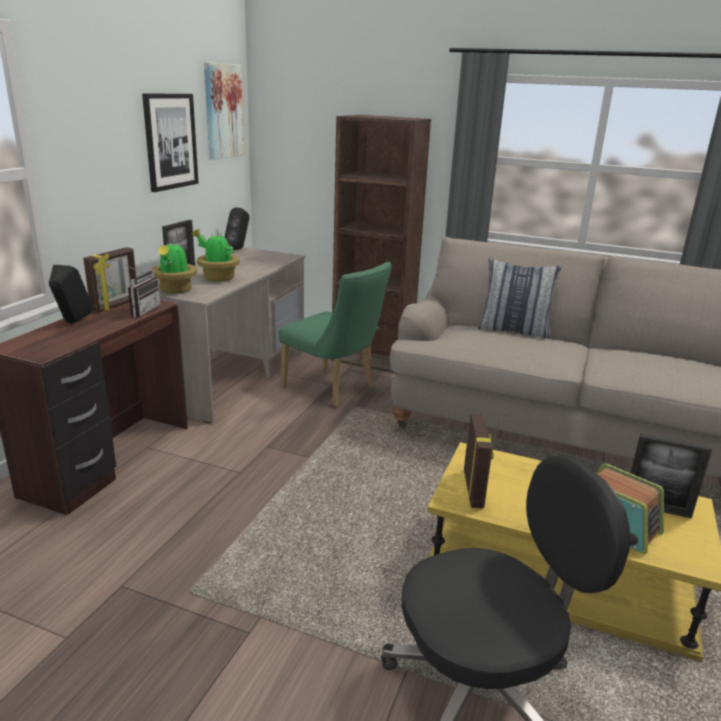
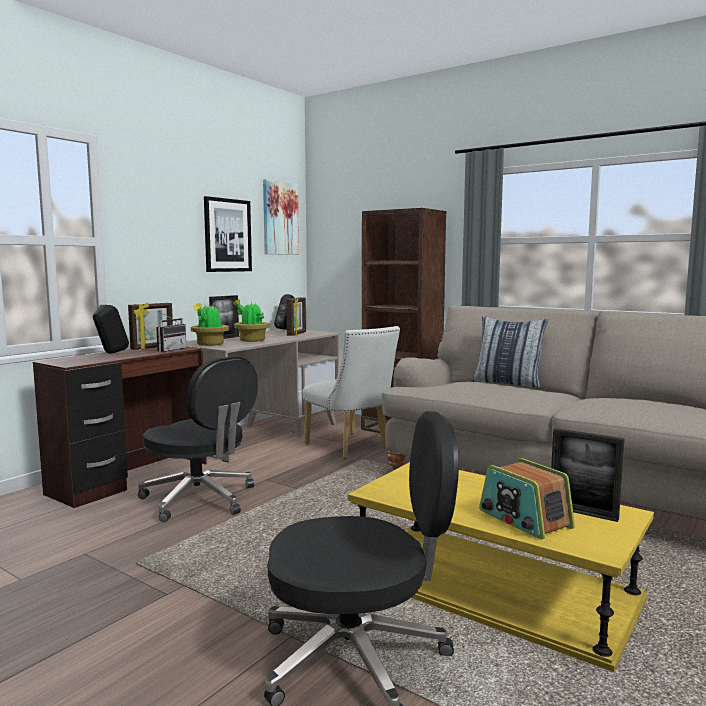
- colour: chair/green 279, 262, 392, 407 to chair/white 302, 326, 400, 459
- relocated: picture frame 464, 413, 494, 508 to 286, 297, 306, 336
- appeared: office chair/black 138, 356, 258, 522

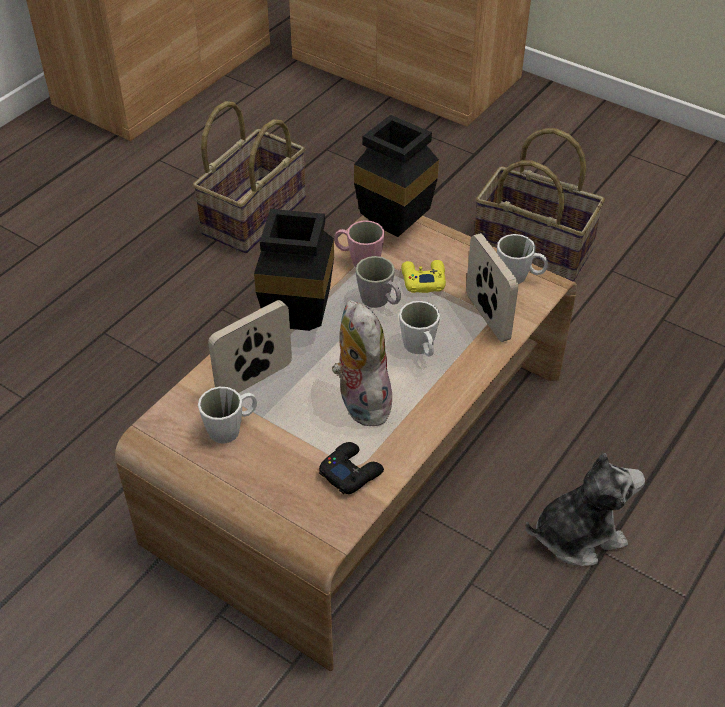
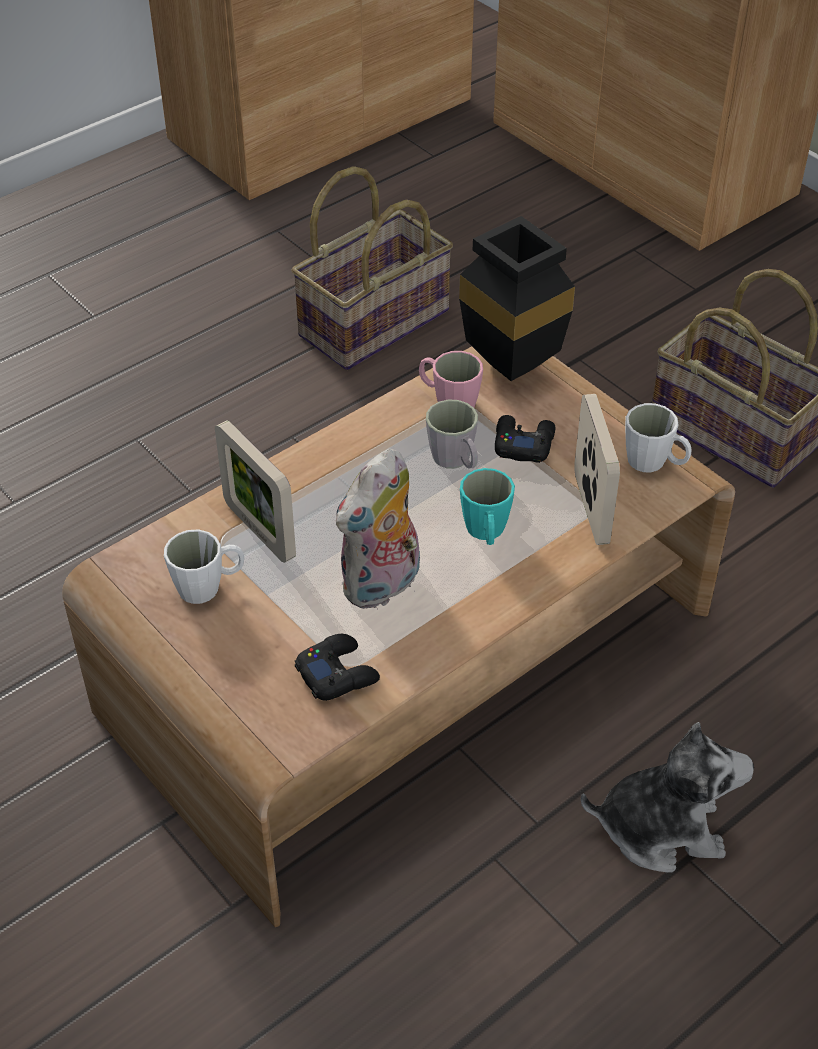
- spun: picture frame 208, 300, 292, 393 = 215, 420, 296, 563 105 degrees counterclockwise
- missing: vase/black 254, 209, 334, 331
- spun: plush toy 332, 300, 392, 426 = 336, 449, 420, 609 135 degrees counterclockwise
- colour: mug/white 399, 301, 440, 356 to mug/turquoise 460, 468, 515, 545
- colour: game controller/yellow 401, 260, 446, 293 to game controller/black 495, 415, 555, 463

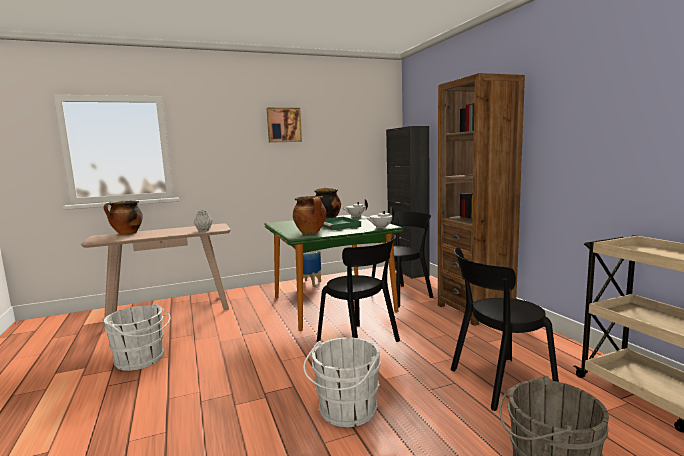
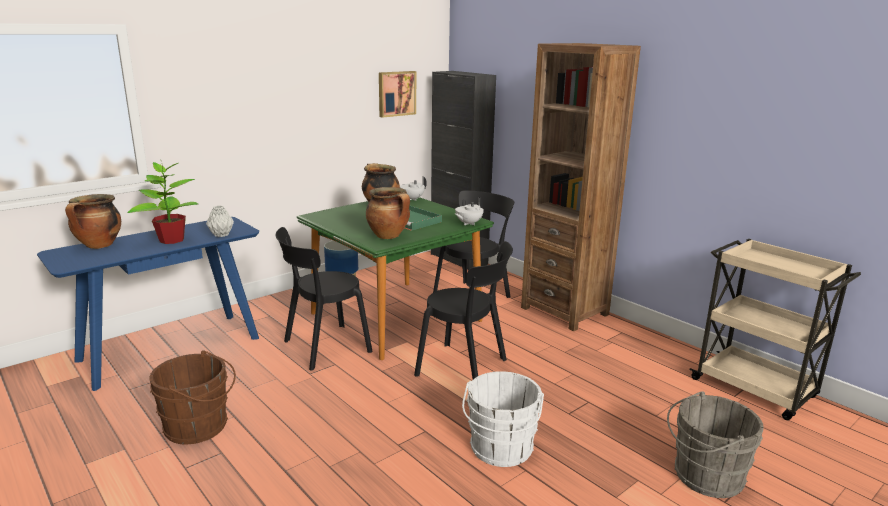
- colour: console table/beige 81, 224, 231, 330 to console table/blue 37, 217, 259, 391
- colour: bucket/white 104, 303, 170, 371 to bucket/brown 149, 351, 236, 444
- relocated: picture 267, 108, 302, 143 to 379, 71, 416, 118
- relocated: chair/black 451, 247, 559, 411 to 276, 227, 372, 371
- appeared: potted plant 127, 161, 198, 244

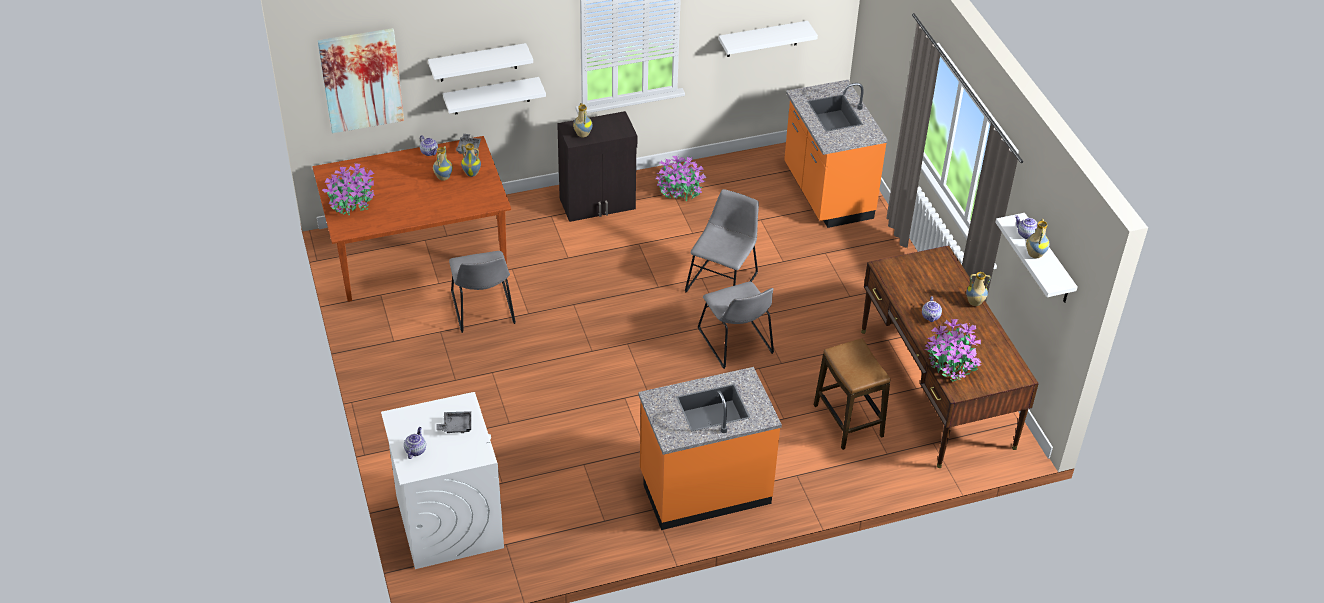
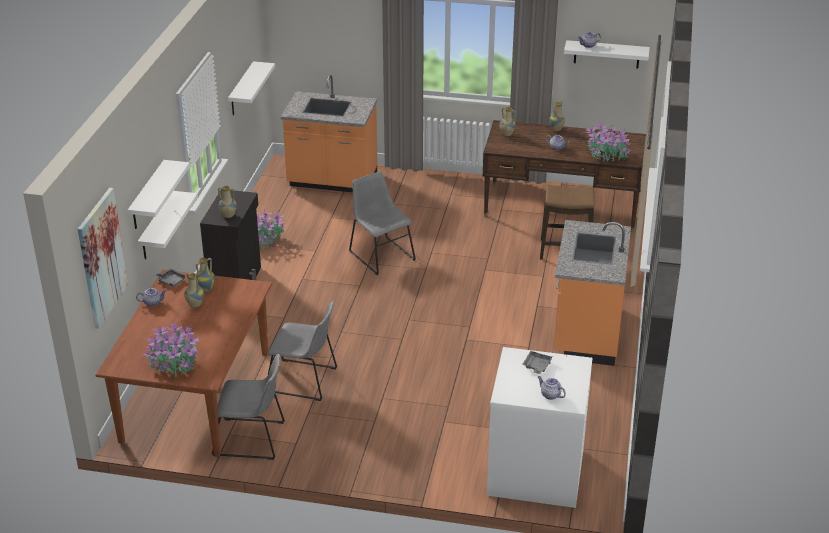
- relocated: chair/grey 698, 282, 774, 369 to 212, 354, 285, 460
- relocated: vase 1026, 219, 1049, 258 to 500, 107, 516, 136

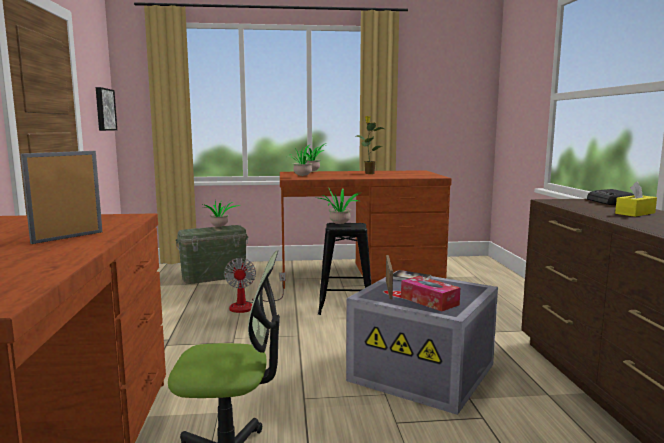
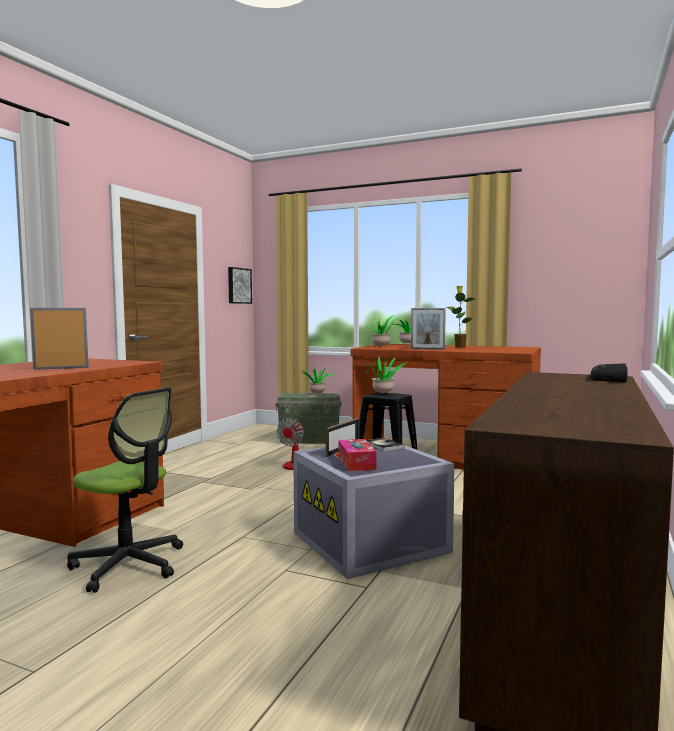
- missing: tissue box/yellow 615, 181, 657, 217
- appeared: picture frame 411, 308, 446, 350

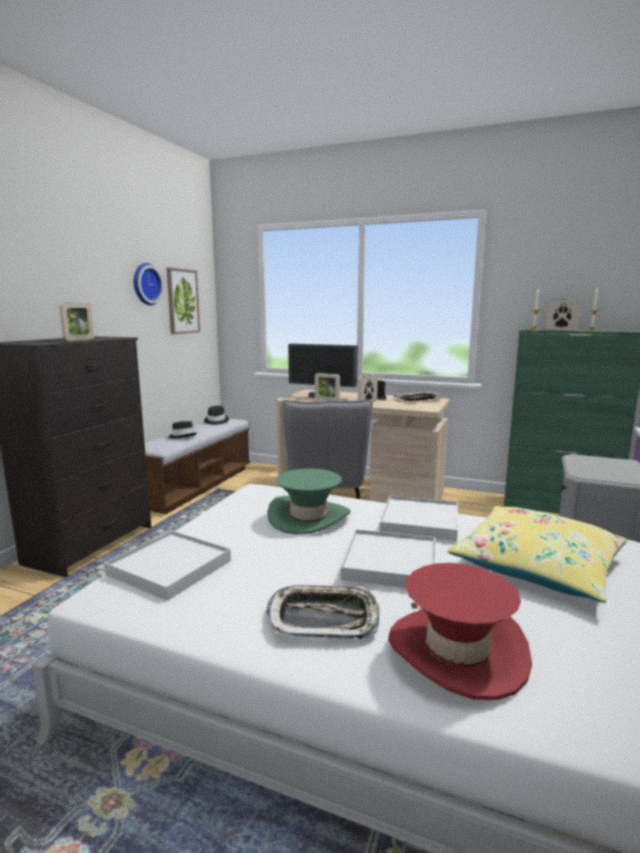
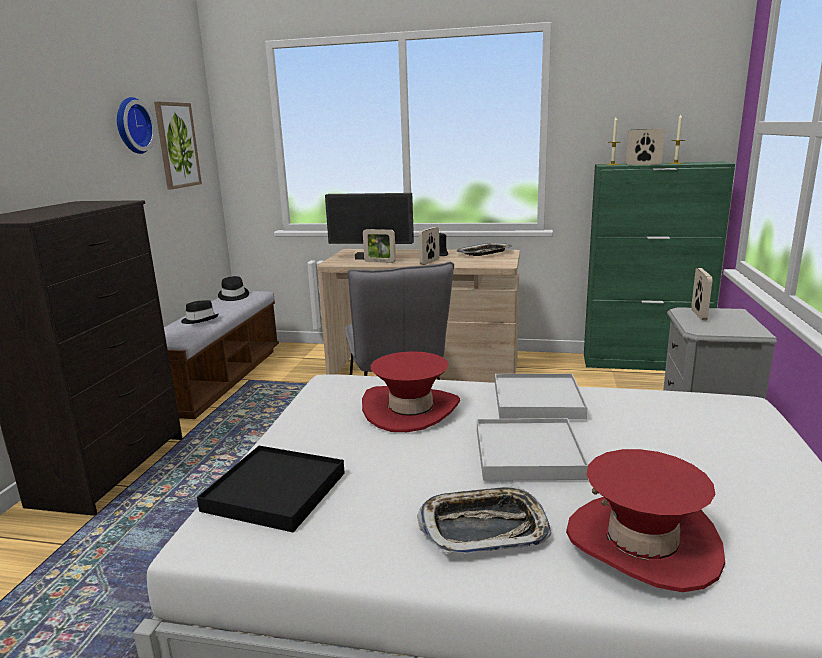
- relocated: picture frame 59, 303, 94, 341 to 691, 268, 712, 320
- colour: tray/white 104, 530, 231, 601 to tray/black 197, 446, 345, 532
- colour: hat/green 267, 468, 351, 534 to hat/red 362, 351, 460, 432
- missing: pillow/yellow 448, 506, 627, 603

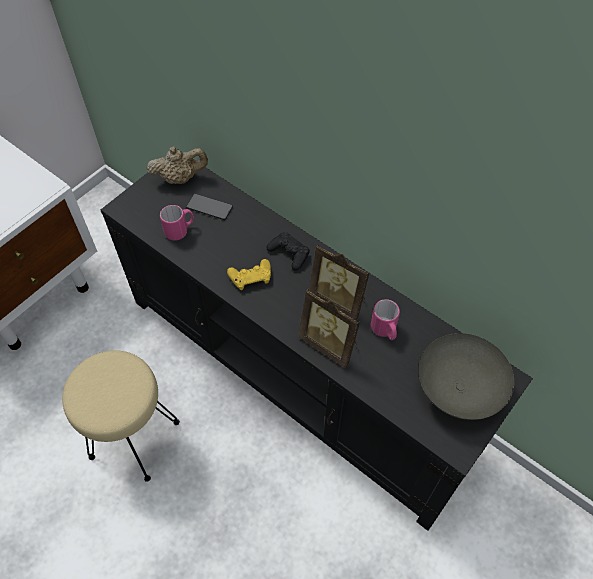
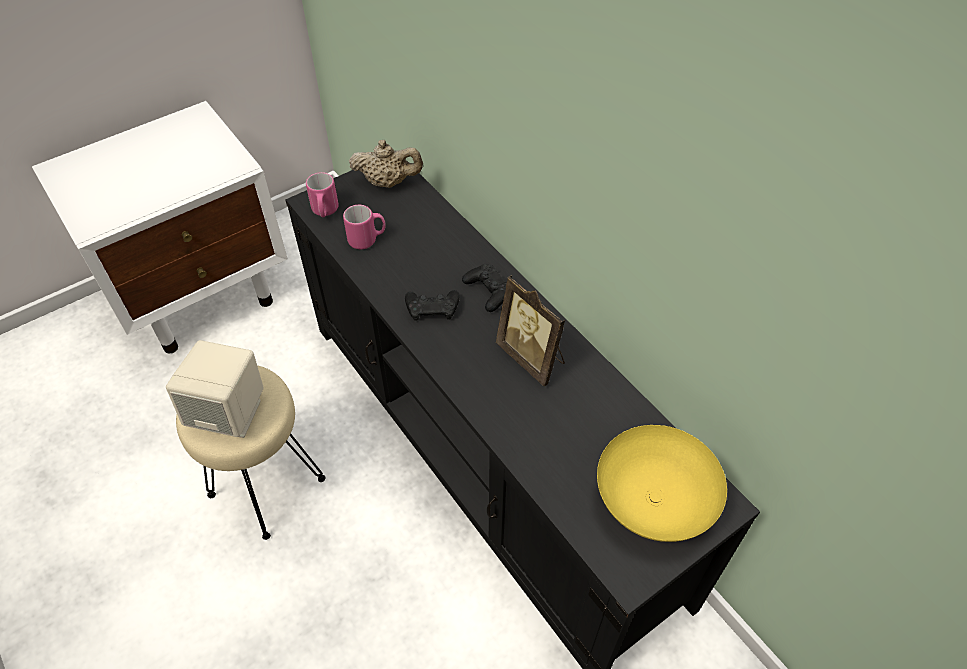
- missing: phone 186, 194, 233, 220
- colour: game controller/yellow 227, 259, 271, 290 to game controller/black 405, 290, 460, 321
- missing: picture frame 299, 289, 360, 368
- relocated: mug/pink 371, 299, 400, 340 to 306, 172, 339, 217
- colour: bowl/grey 418, 333, 514, 420 to bowl/yellow 597, 425, 727, 542
- appeared: speaker/beige 166, 340, 264, 438

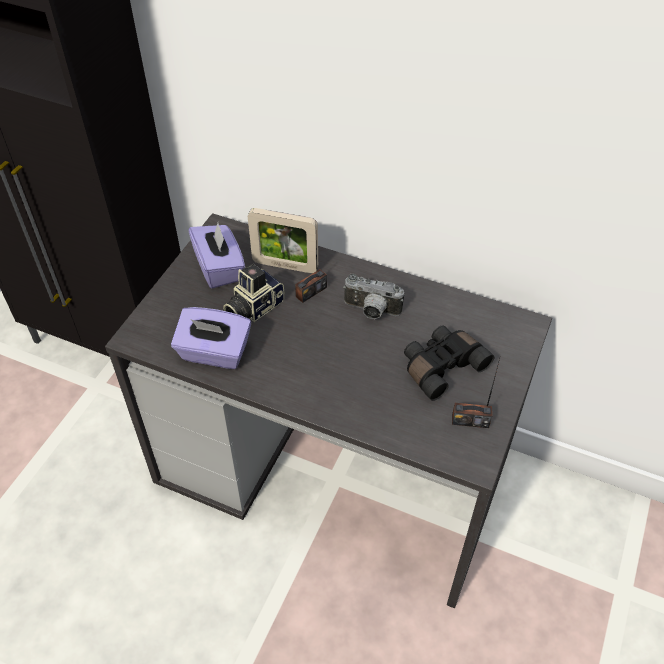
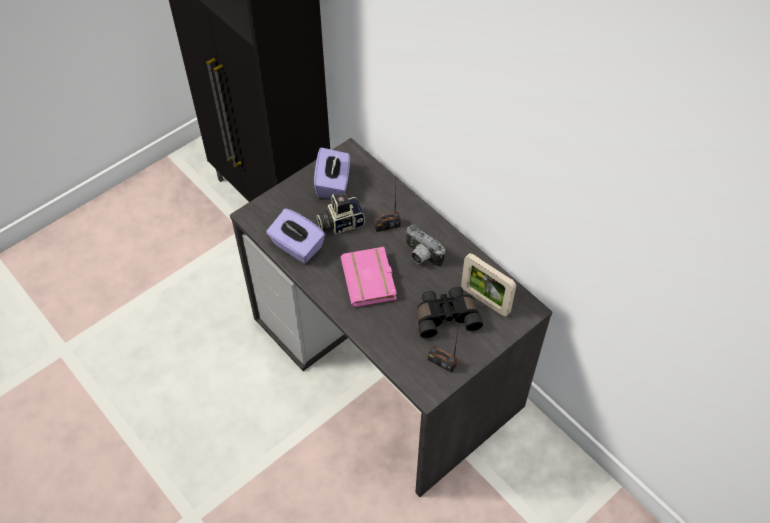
- relocated: picture frame 248, 208, 318, 273 to 461, 253, 516, 317
- appeared: book/pink 341, 247, 397, 308

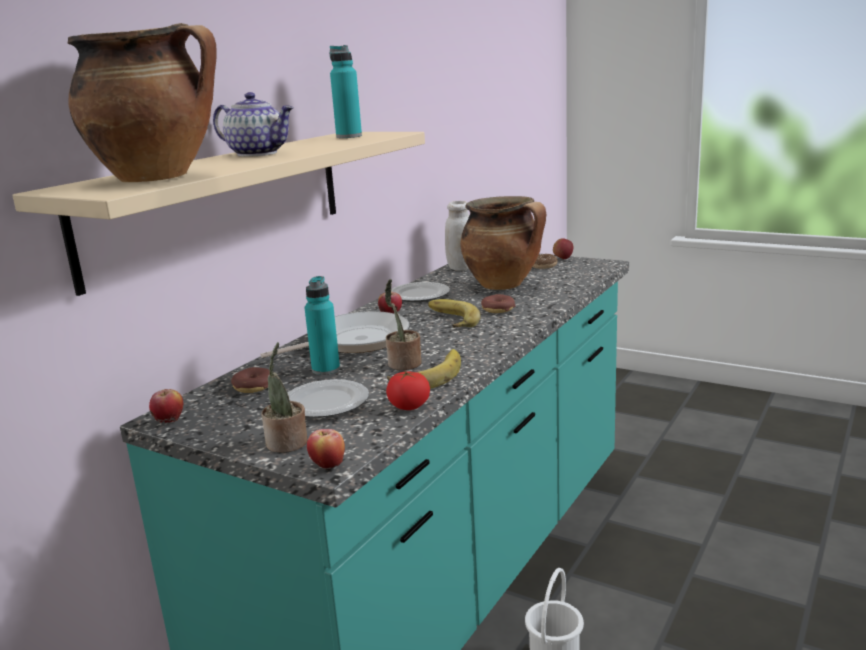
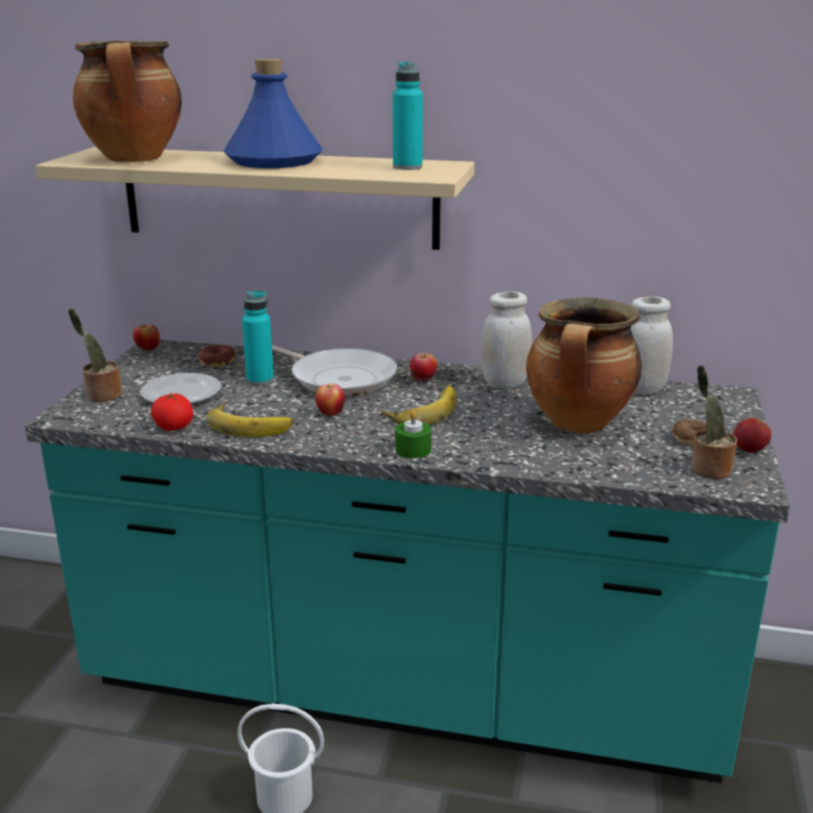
- exchanged: teapot 213, 92, 294, 157 to bottle/blue 224, 59, 323, 168
- relocated: apple 307, 429, 345, 471 to 315, 384, 345, 416
- relocated: potted plant 385, 279, 422, 370 to 691, 365, 737, 479
- exchanged: plate 391, 282, 450, 302 to jar/white 481, 291, 532, 388
- missing: donut 481, 294, 516, 313
- appeared: candle/green 395, 411, 431, 458

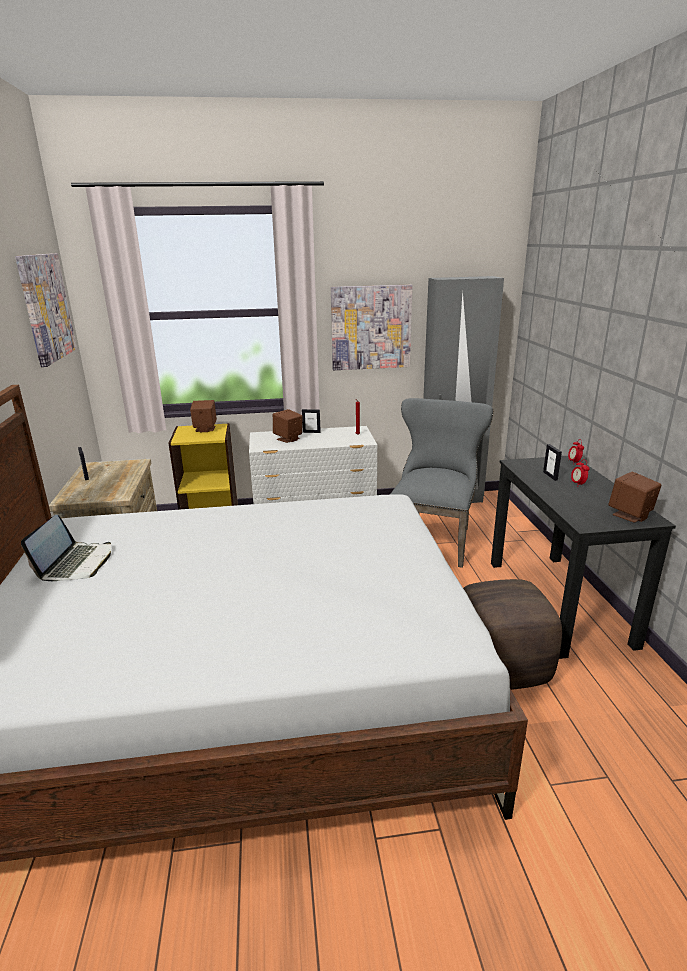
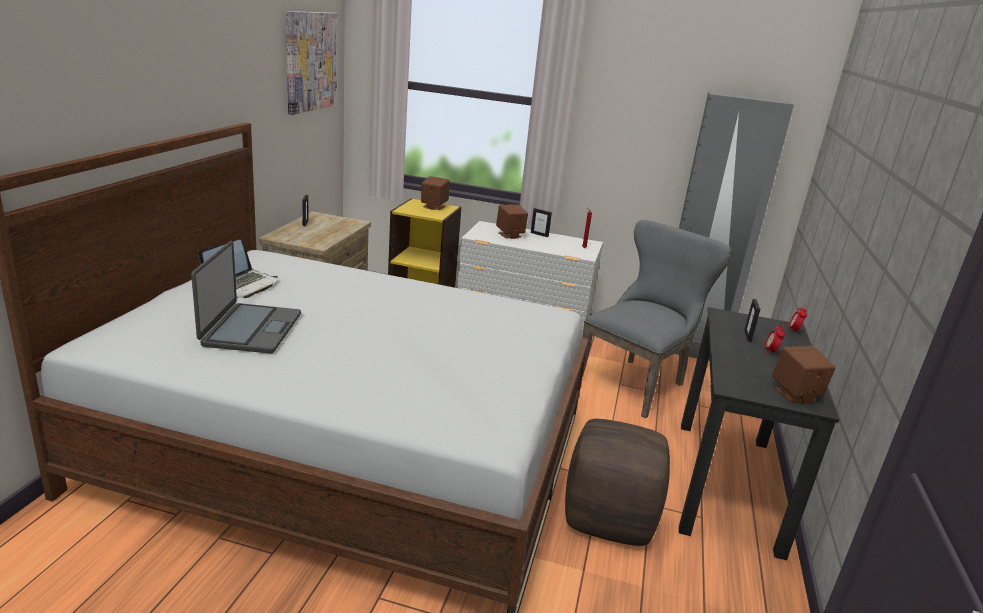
- missing: picture 331, 285, 413, 370
- appeared: laptop 191, 241, 301, 354

